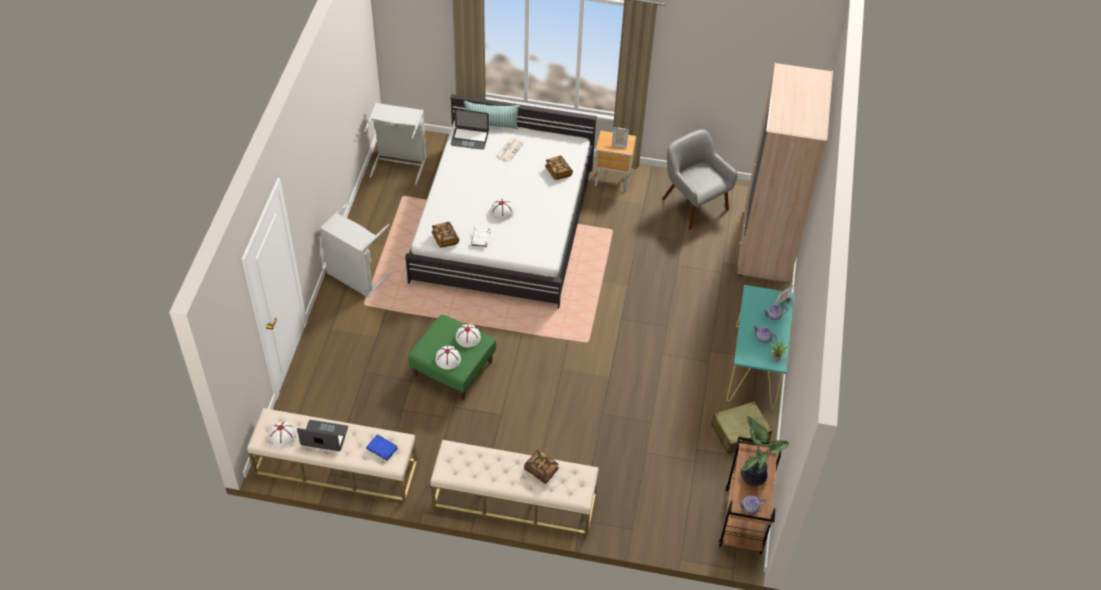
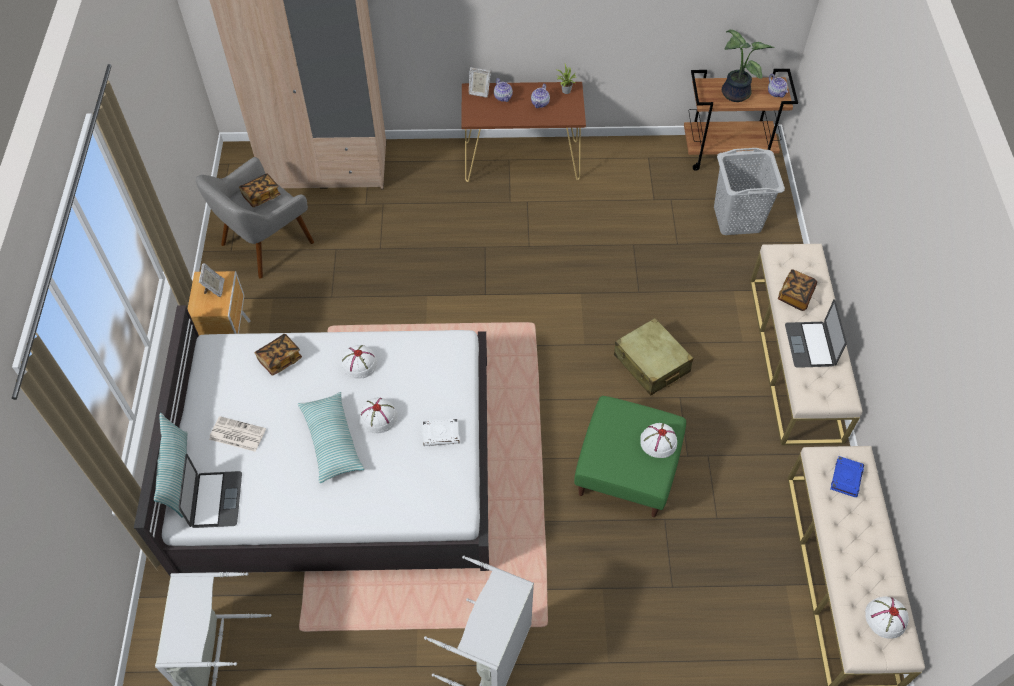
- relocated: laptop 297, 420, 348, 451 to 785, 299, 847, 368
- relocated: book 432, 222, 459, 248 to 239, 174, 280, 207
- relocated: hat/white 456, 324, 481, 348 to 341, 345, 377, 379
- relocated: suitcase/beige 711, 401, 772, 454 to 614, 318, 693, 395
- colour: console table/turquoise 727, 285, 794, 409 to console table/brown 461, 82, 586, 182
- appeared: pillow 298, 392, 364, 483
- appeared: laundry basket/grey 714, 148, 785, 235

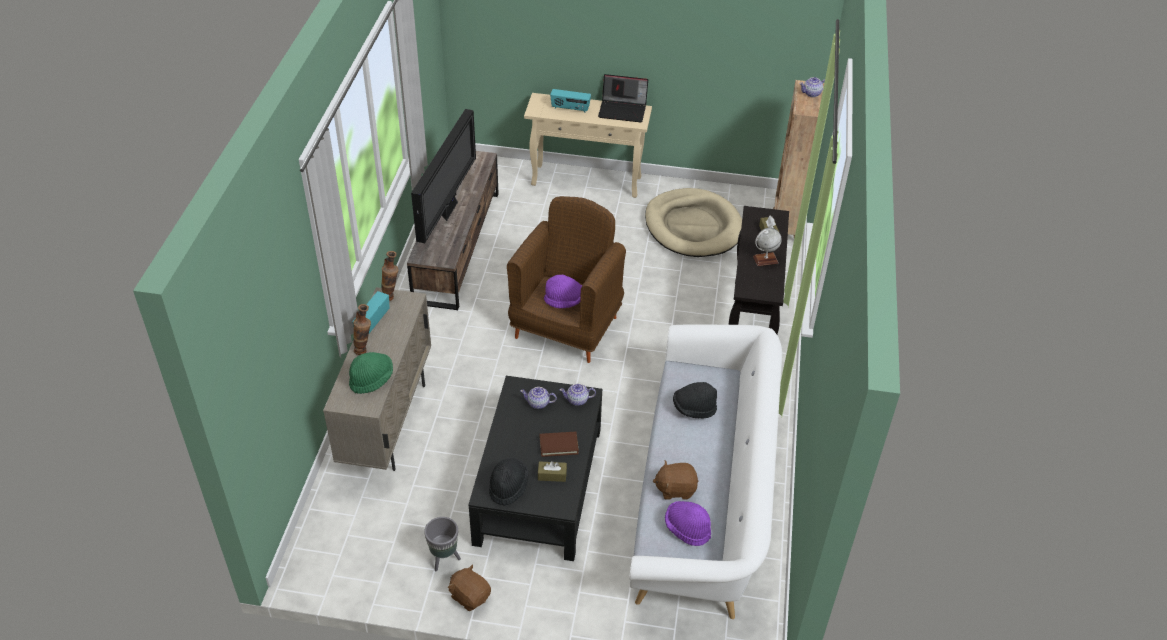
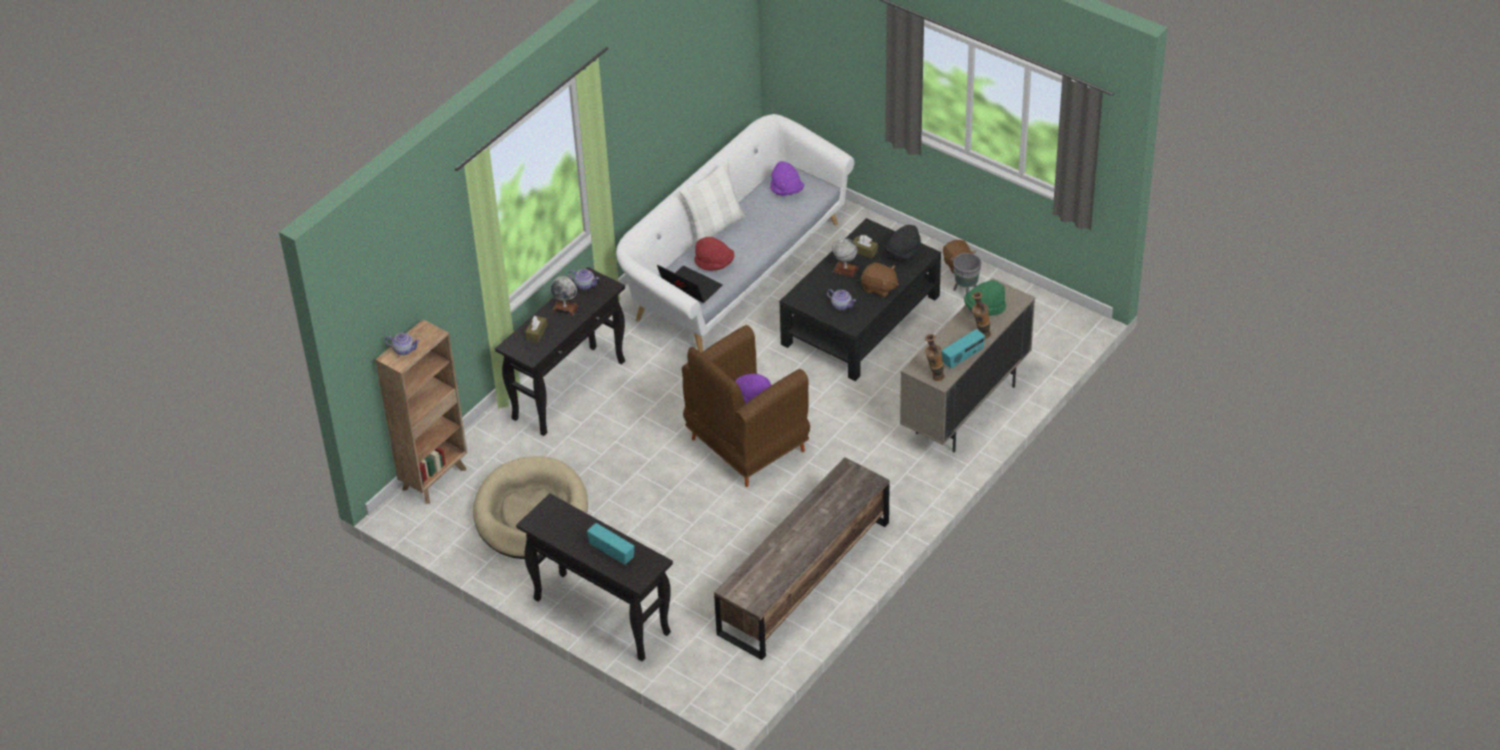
- missing: television 411, 109, 476, 243
- colour: console table/beige 524, 93, 652, 198 to console table/black 516, 493, 673, 662
- exchanged: book/brown 539, 432, 579, 457 to globe 832, 238, 858, 277
- relocated: teapot 560, 383, 596, 406 to 569, 269, 599, 290
- relocated: laptop 598, 74, 648, 122 to 657, 265, 723, 303
- relocated: plush toy/brown 653, 460, 698, 500 to 861, 262, 899, 297
- colour: hat/black 673, 382, 717, 418 to hat/red 694, 237, 734, 271
- appeared: pillow/white 679, 160, 745, 242

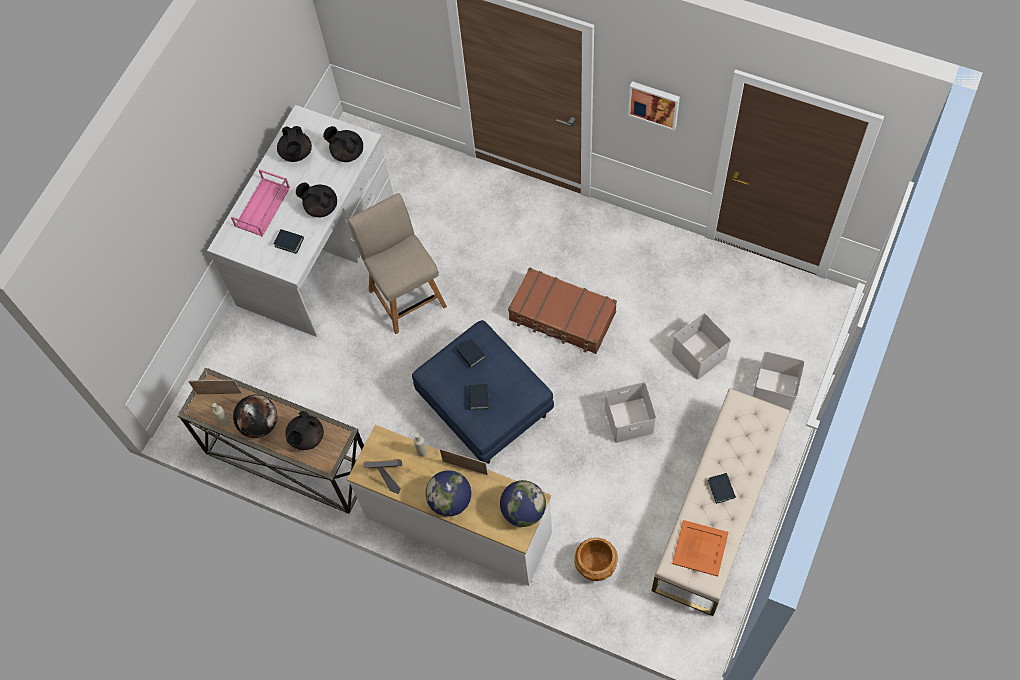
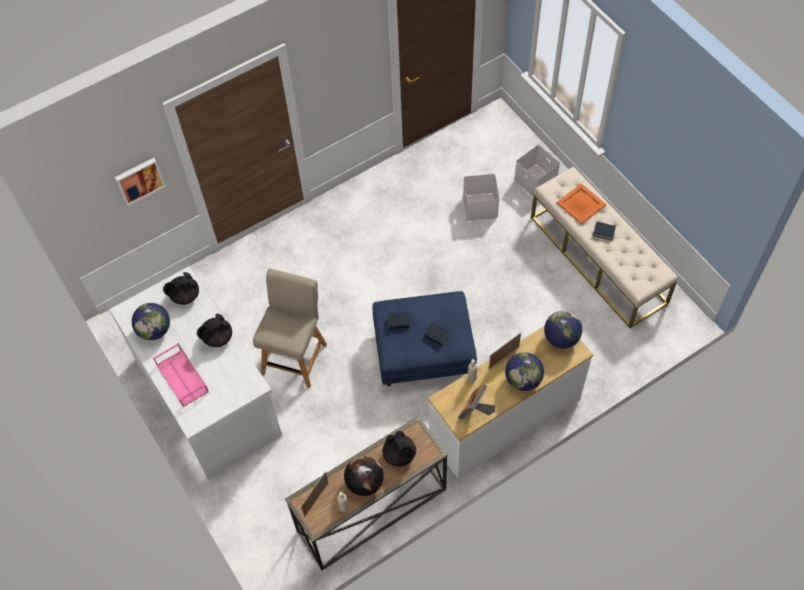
- missing: book 273, 229, 304, 254
- exchanged: teapot/black 277, 126, 312, 162 to globe 132, 303, 170, 340
- spun: chair/beige 348, 193, 447, 334 = 253, 269, 327, 388 105 degrees clockwise
- missing: suitcase/brown 508, 267, 617, 354
- missing: planter/brown 574, 537, 618, 581
- missing: storage box/white 605, 382, 656, 443
- relocated: picture 628, 81, 680, 131 to 115, 158, 166, 206
- relocated: tray/orange 672, 520, 729, 576 to 557, 183, 606, 224

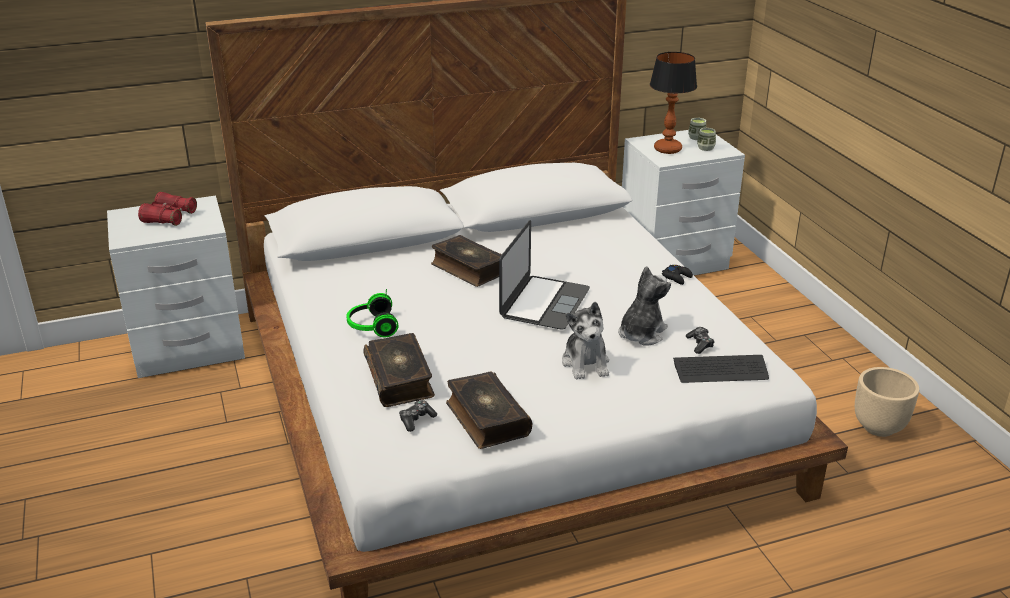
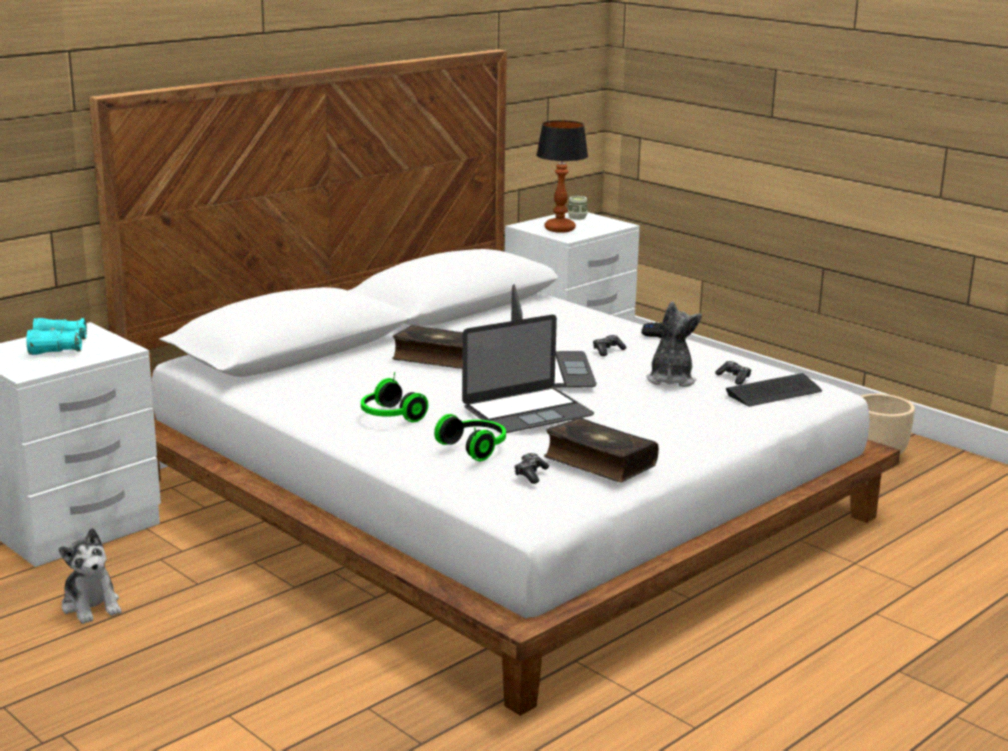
- colour: binoculars/red 138, 192, 197, 226 to binoculars/turquoise 26, 318, 87, 355
- exchanged: book 364, 333, 435, 407 to headphones 434, 414, 506, 461
- relocated: plush toy 562, 302, 609, 379 to 59, 528, 121, 624
- missing: cup 697, 128, 716, 151
- appeared: laptop 462, 315, 594, 433
- appeared: game controller 593, 335, 627, 356

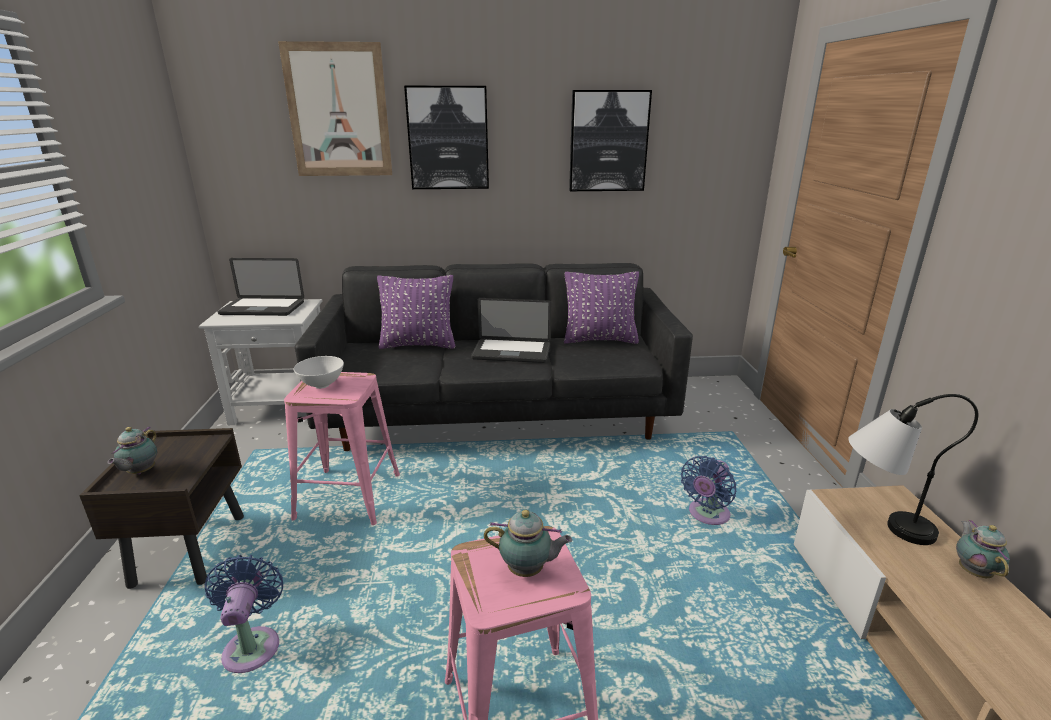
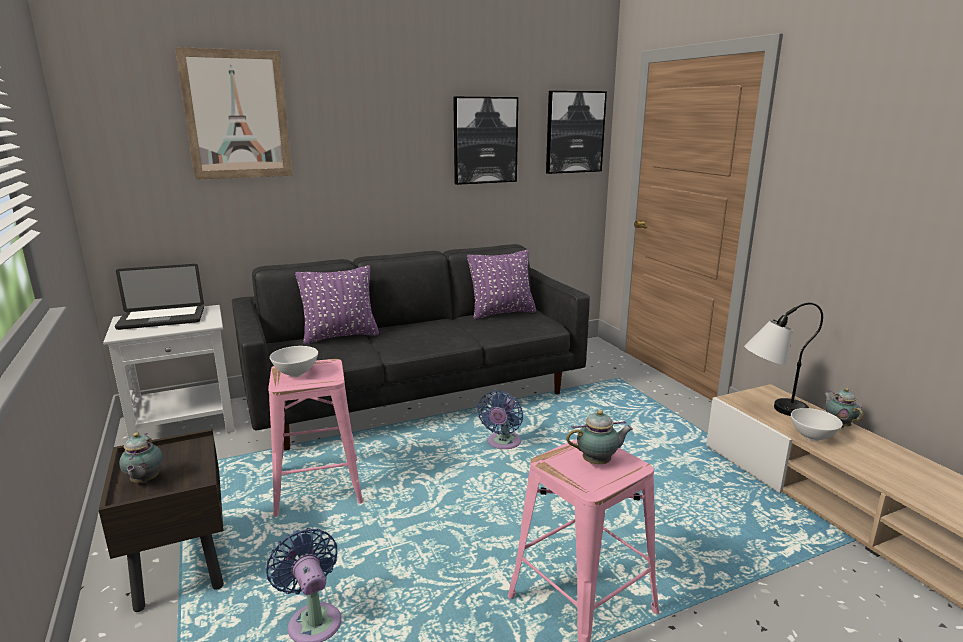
- relocated: picture 404, 86, 489, 189 to 546, 91, 607, 174
- missing: laptop 471, 298, 551, 363
- relocated: fan/blue 681, 456, 736, 525 to 477, 391, 523, 449
- appeared: bowl/white 791, 408, 843, 441

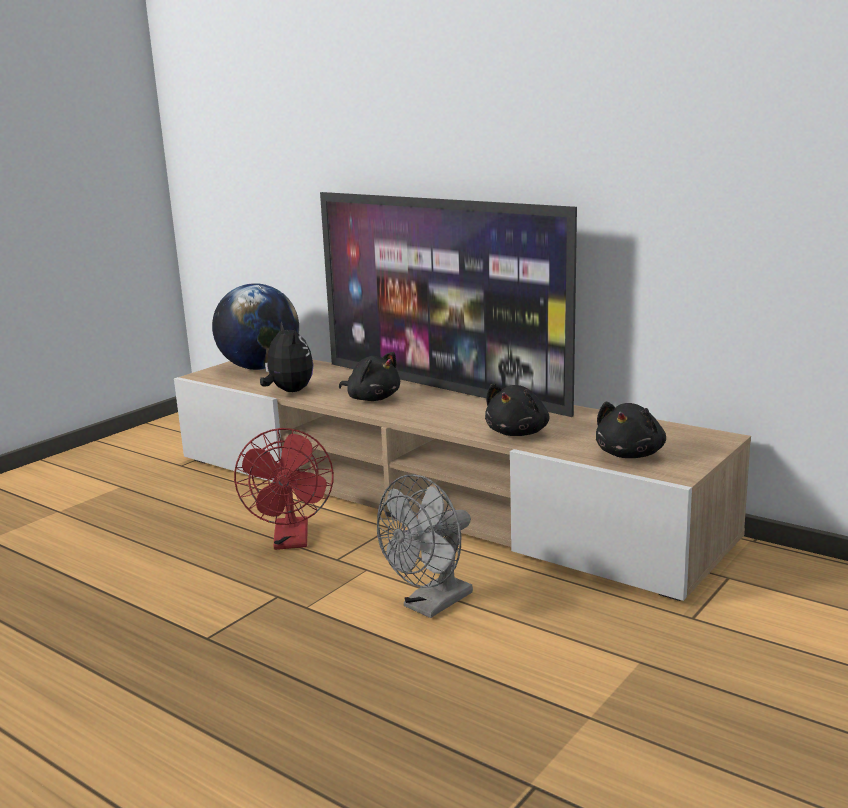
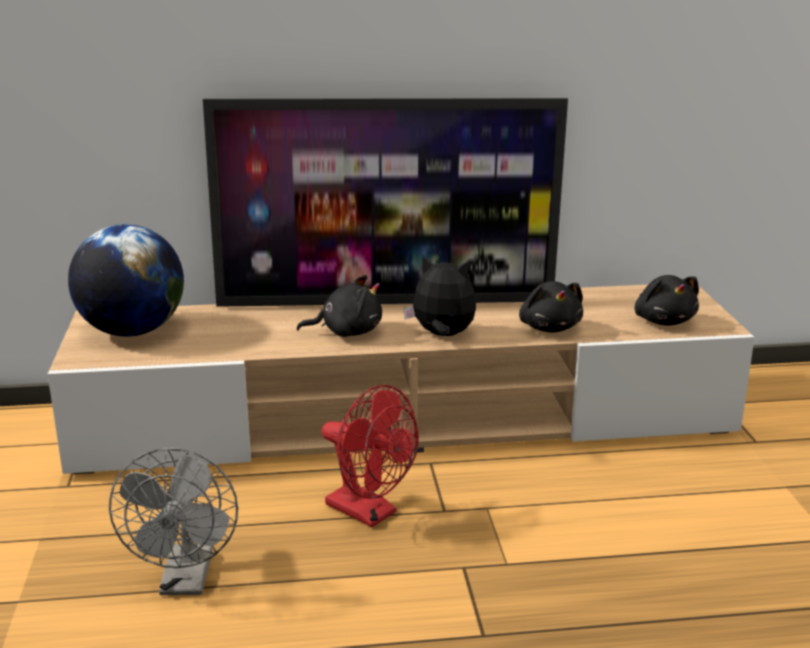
- relocated: plush toy 260, 321, 313, 392 to 403, 255, 476, 336
- relocated: fan/grey 377, 474, 473, 618 to 109, 448, 238, 595

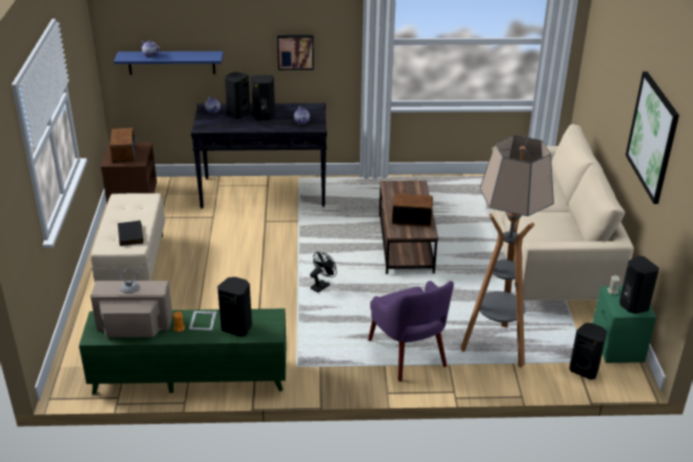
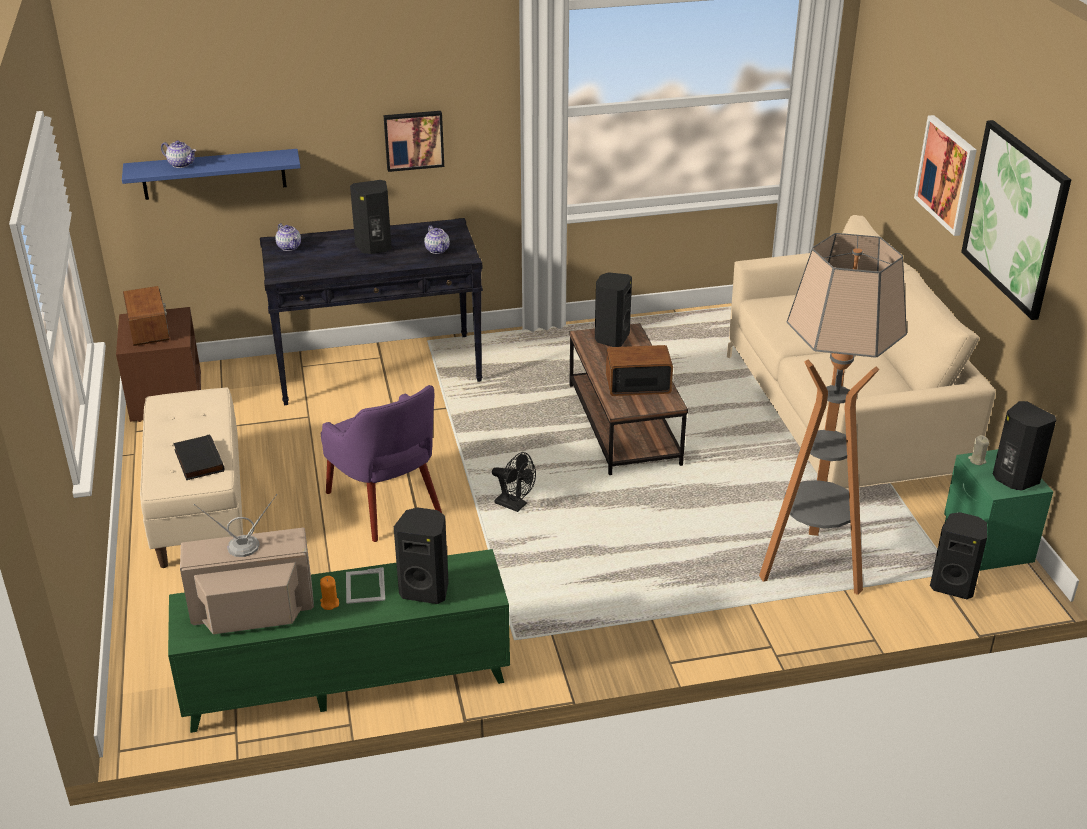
- relocated: speaker/black 225, 72, 251, 119 to 595, 272, 632, 347
- spun: fan/black 310, 252, 337, 293 = 492, 452, 536, 512 90 degrees clockwise
- relocated: armchair/purple 368, 281, 454, 382 to 320, 385, 442, 542
- appeared: picture 914, 115, 977, 236

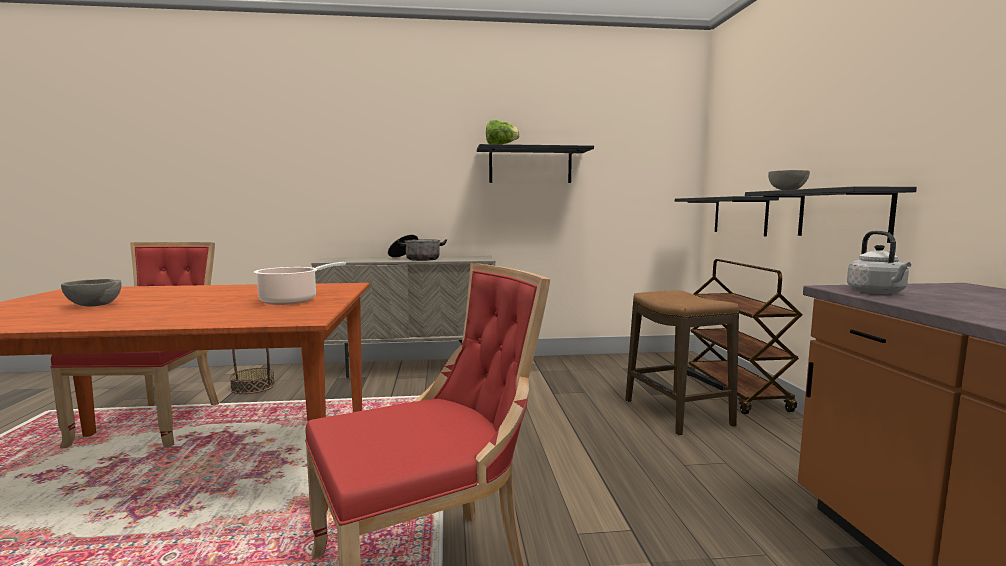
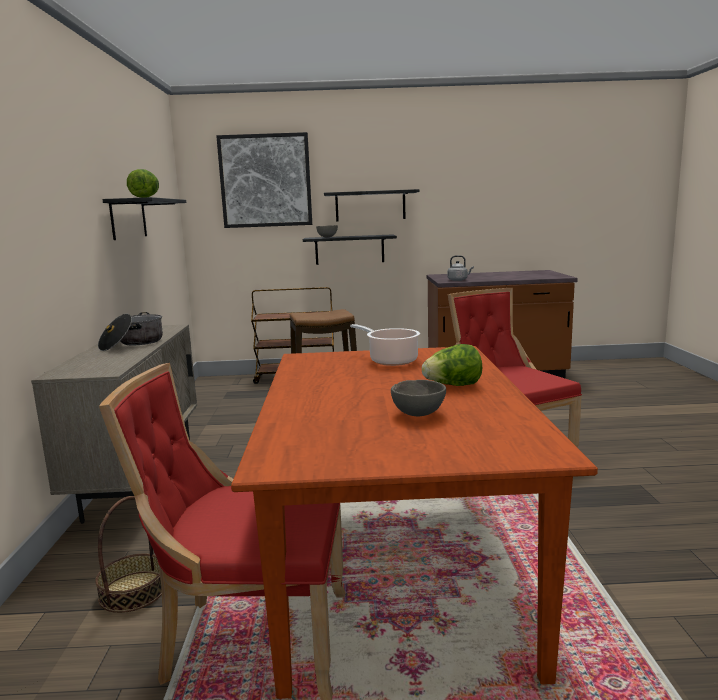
- relocated: shelf/black 675, 196, 779, 236 to 324, 189, 419, 222
- appeared: picture 216, 132, 312, 228
- appeared: lettuce 422, 344, 482, 386

